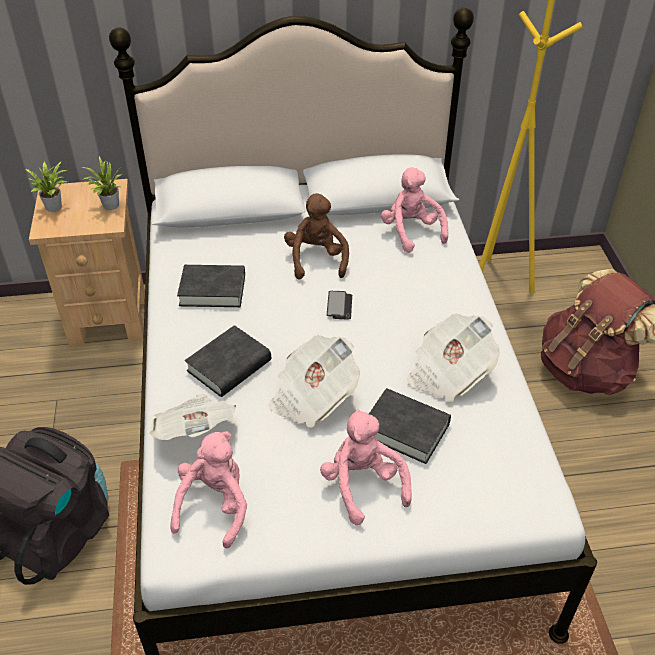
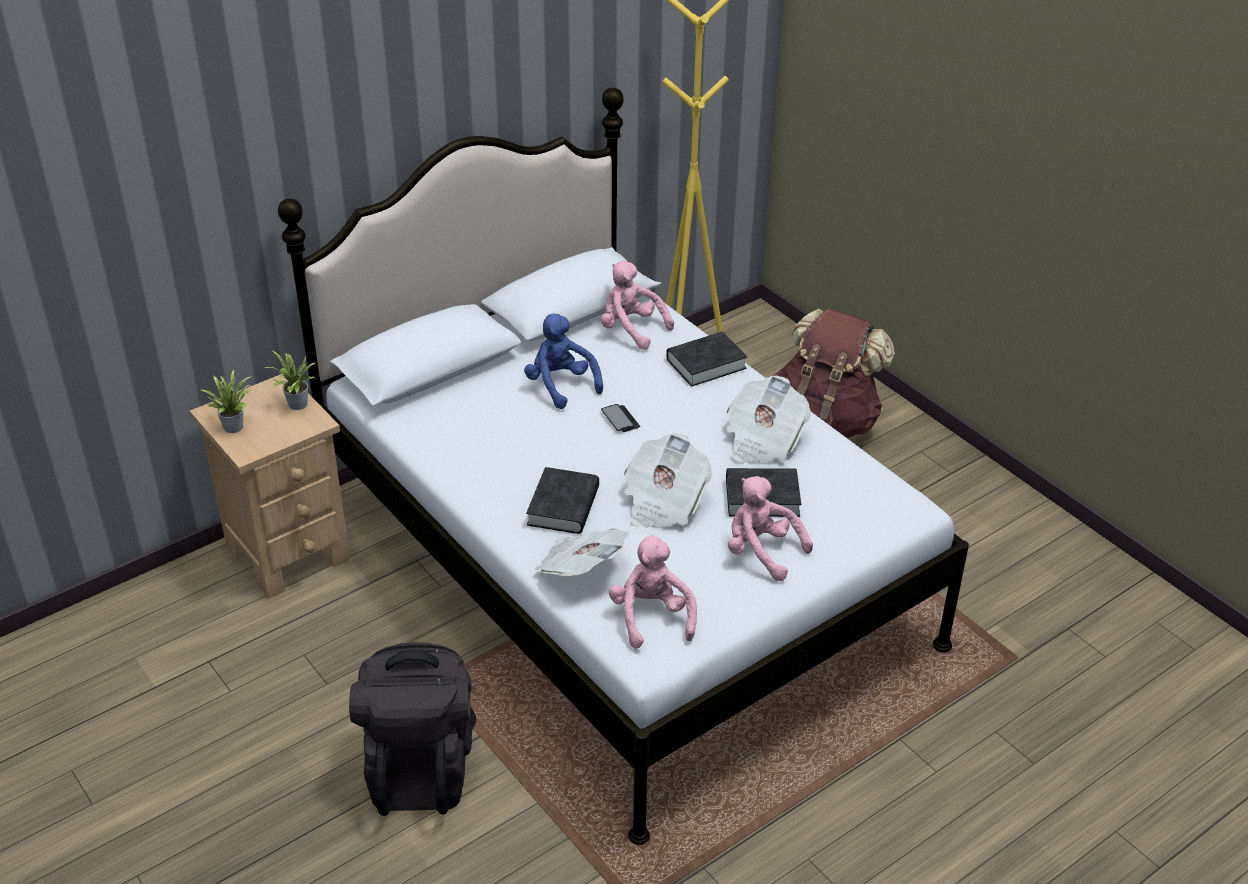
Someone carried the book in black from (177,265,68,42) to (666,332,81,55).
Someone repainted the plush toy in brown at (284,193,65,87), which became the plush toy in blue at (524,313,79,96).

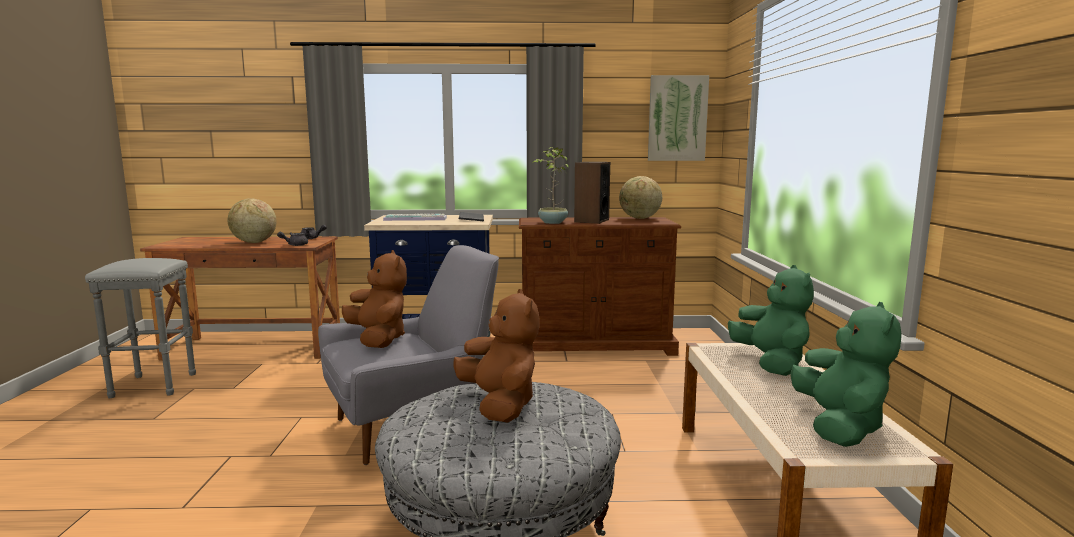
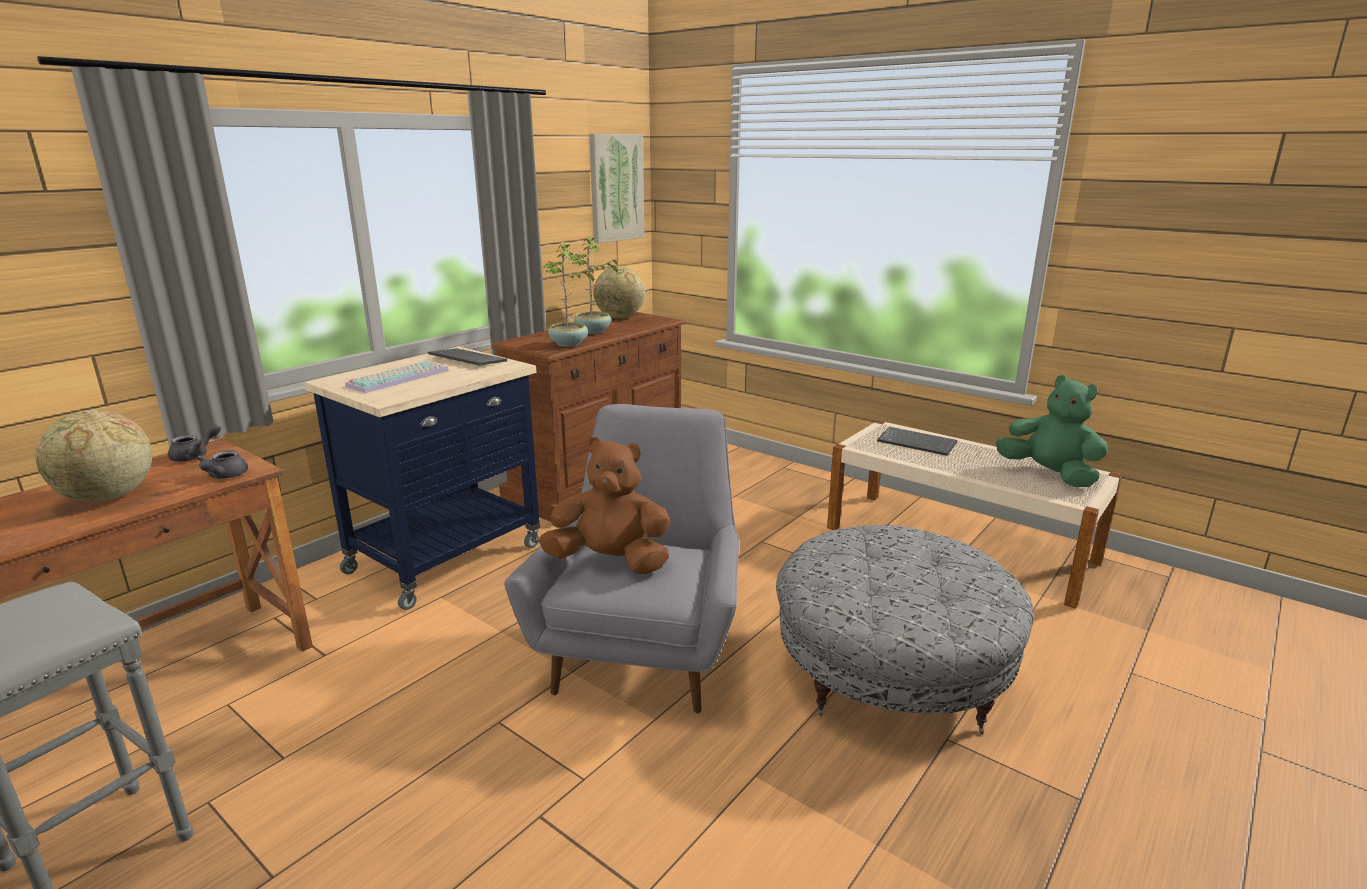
Someone took away the plush toy in brown at (454,289,85,133).
Someone swapped the speaker at (574,162,36,62) for the potted plant at (569,237,49,97).
Someone swapped the plush toy in green at (728,265,86,111) for the keyboard at (877,427,80,29).

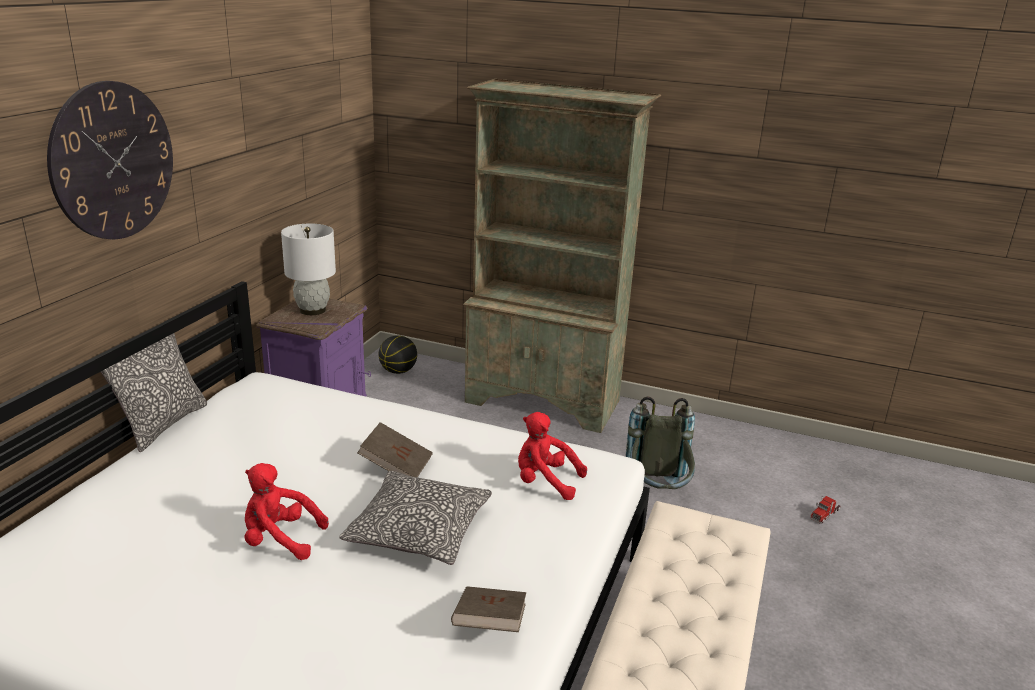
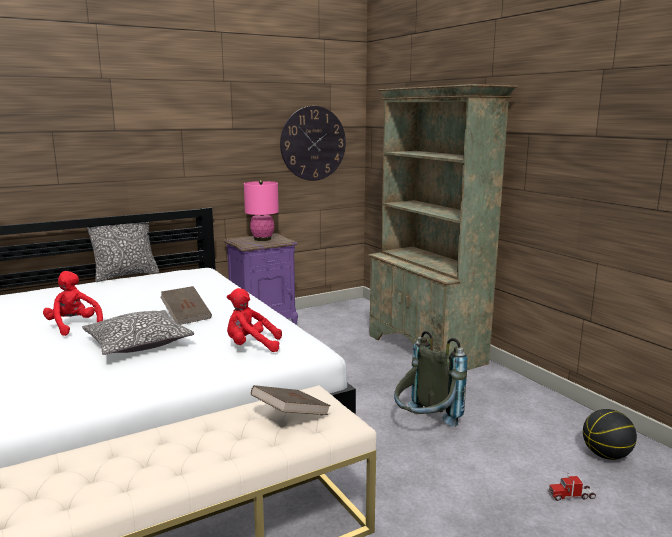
Someone carried the wall clock from (47,81,126,158) to (280,106,66,75).
Someone carried the basketball from (379,335,38,39) to (583,409,54,51).
Someone carried the book in brown from (451,586,75,46) to (251,385,80,30).
Someone repainted the table lamp in white at (281,224,55,91), which became the table lamp in pink at (244,180,35,61).
Someone rotated the plush toy in red at (518,412,69,88) by 60 degrees counterclockwise.

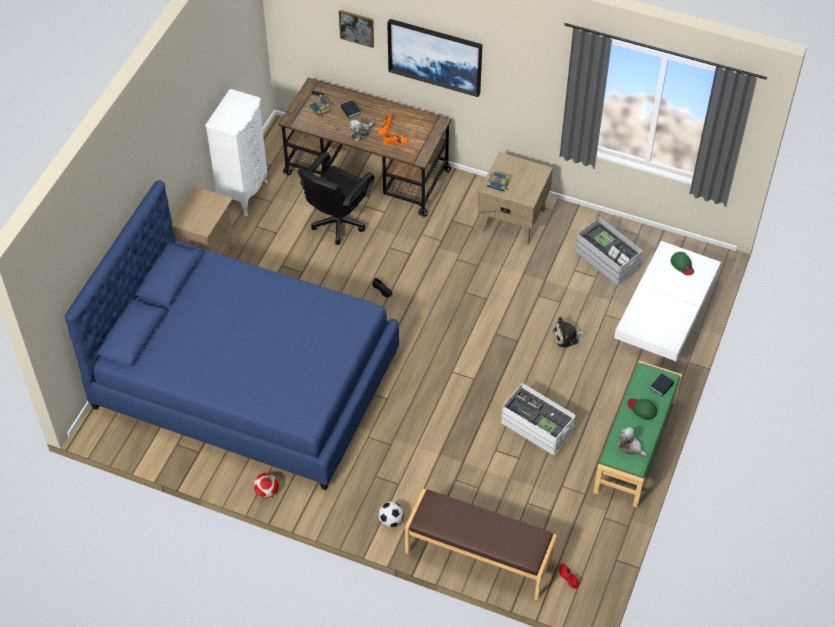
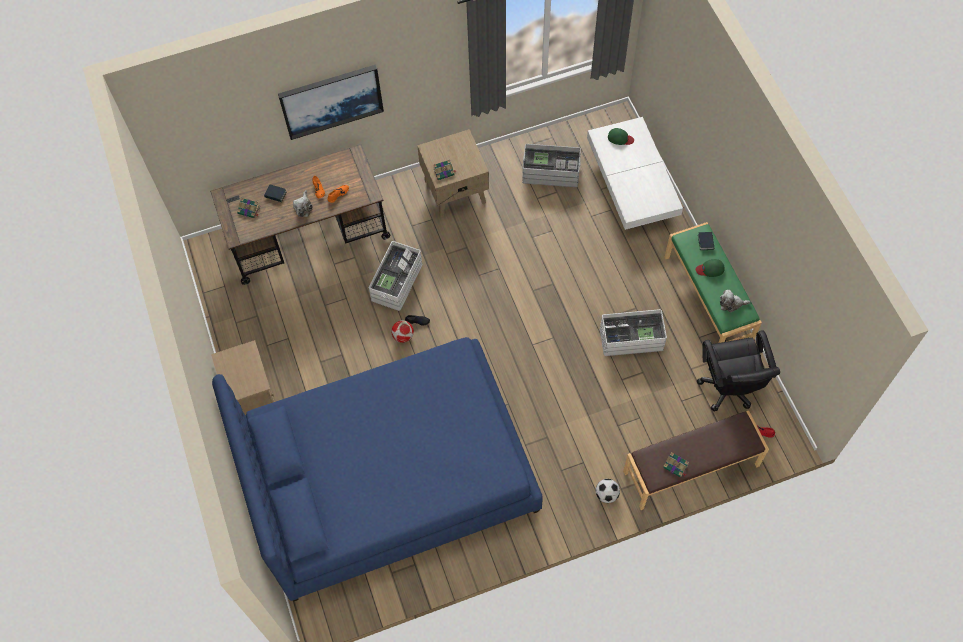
Someone took away the dresser in white at (205,89,63,127).
Someone took away the picture at (339,10,35,38).
Someone took away the plush toy at (553,317,32,31).
Someone put down the storage box in white at (369,241,54,70).
Someone put down the book at (663,452,26,25).
Someone carried the football from (253,473,26,25) to (391,320,23,23).
Someone carried the office chair in black from (298,152,76,93) to (697,330,83,81).

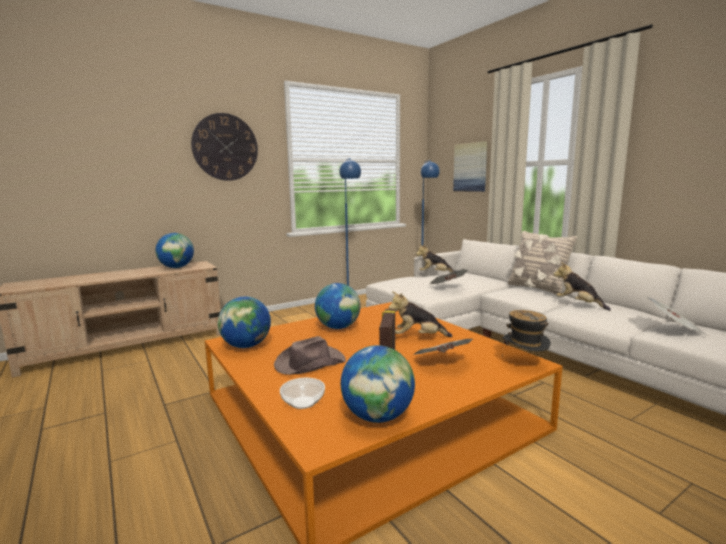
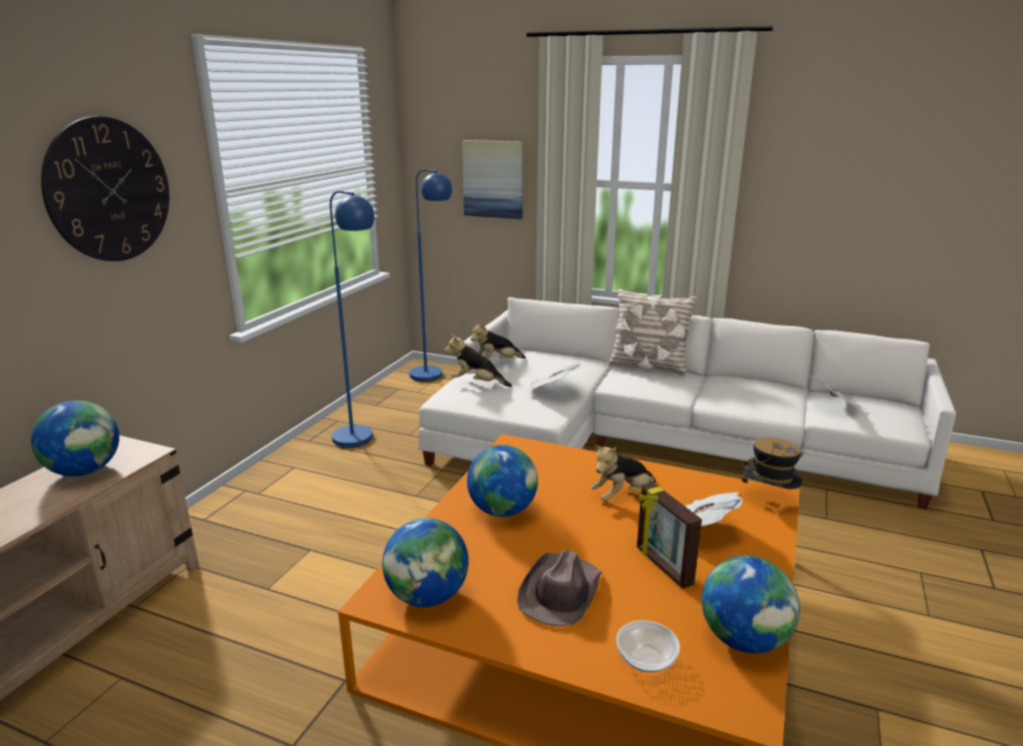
Someone carried the plush toy from (554,262,57,49) to (444,334,68,53).

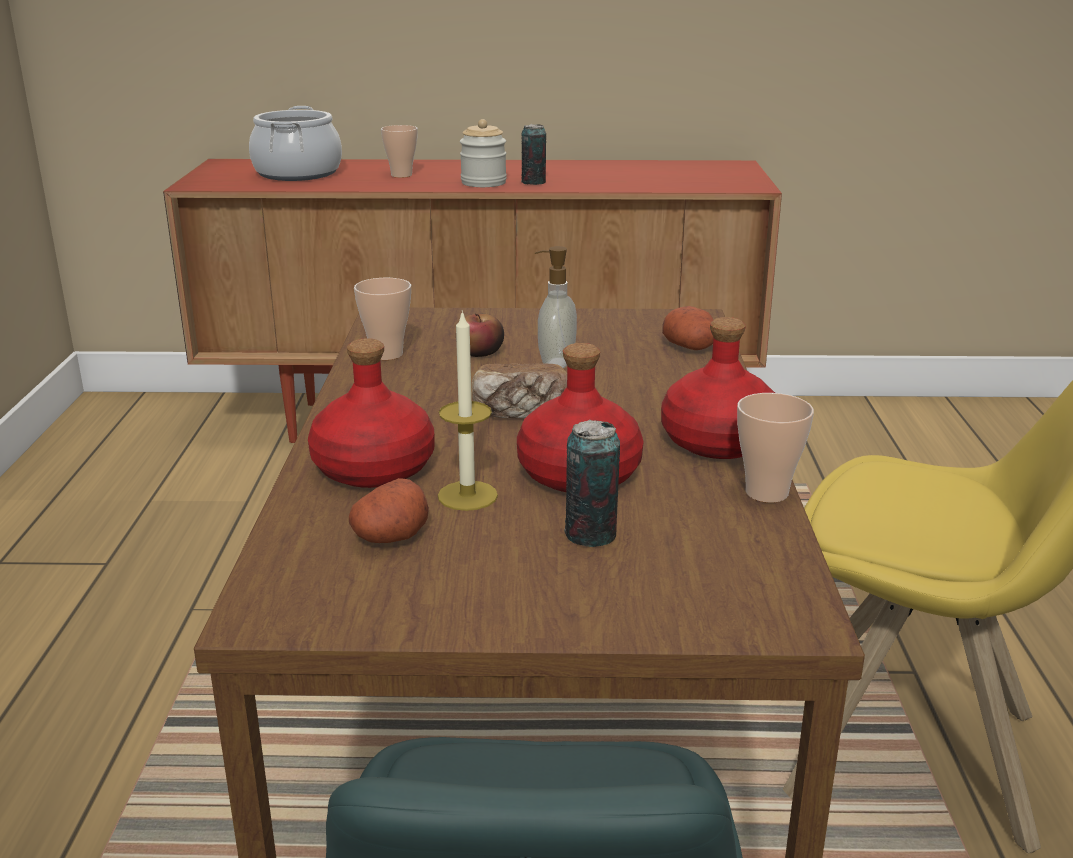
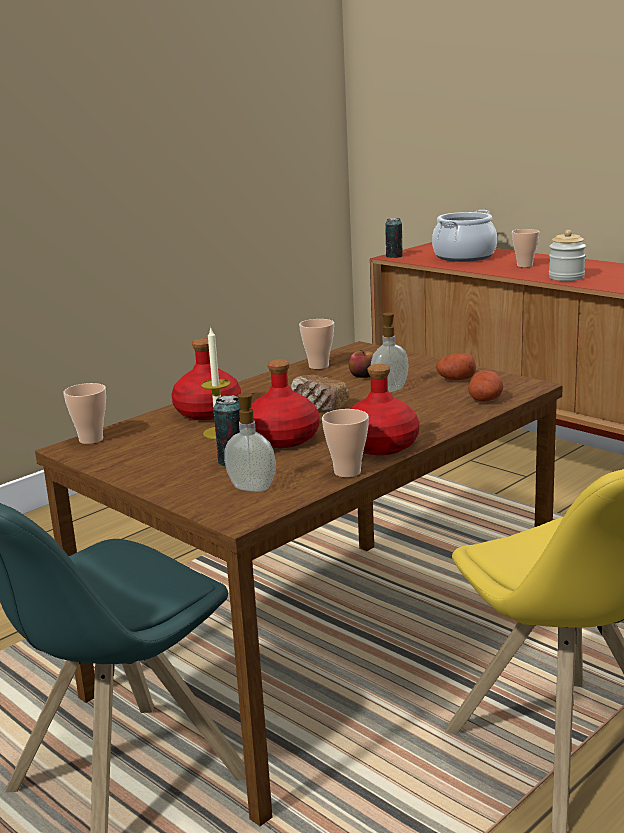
Someone put down the cup at (63,383,43,61).
Someone put down the soap dispenser at (224,393,52,99).
Someone carried the potato from (349,478,80,65) to (436,353,40,27).
Someone carried the can from (521,124,25,61) to (385,218,18,40).

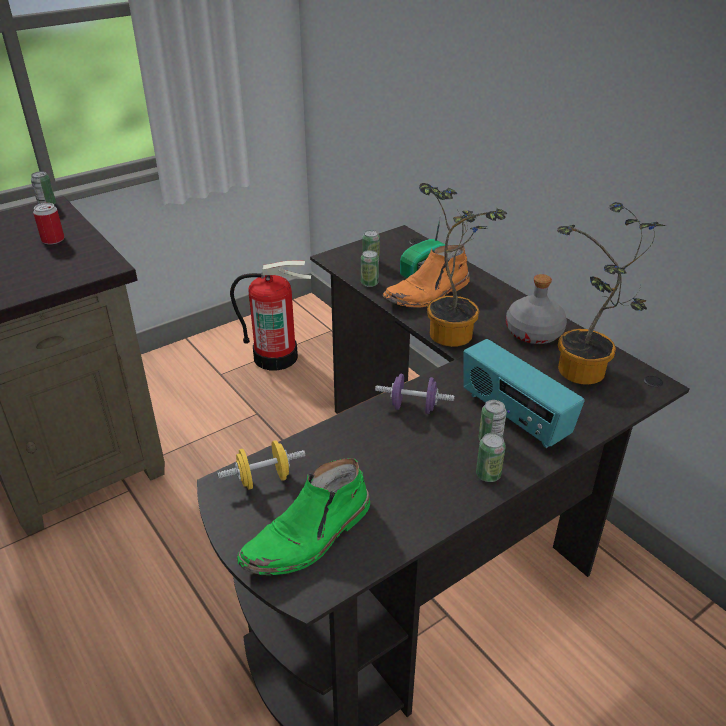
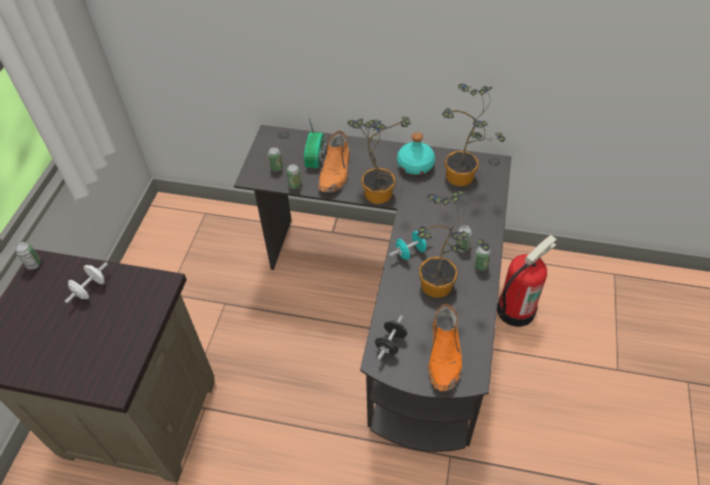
Someone took away the radio at (463,339,122,109).
Someone put down the potted plant at (417,191,72,107).
Someone carried the fire extinguisher from (230,260,81,110) to (497,235,60,92).
Someone swapped the can at (33,203,32,41) for the dumbbell in white at (65,262,43,41).
Someone repainted the dumbbell in yellow at (217,440,89,50), which became the dumbbell in black at (375,315,32,45).
Someone repainted the boot in green at (237,458,133,117), which became the boot in orange at (428,304,34,88).
Someone repainted the dumbbell in purple at (375,374,80,40), which became the dumbbell in turquoise at (389,231,43,29).
Someone repainted the bottle in grey at (506,274,61,70), which became the bottle in turquoise at (397,132,38,43).

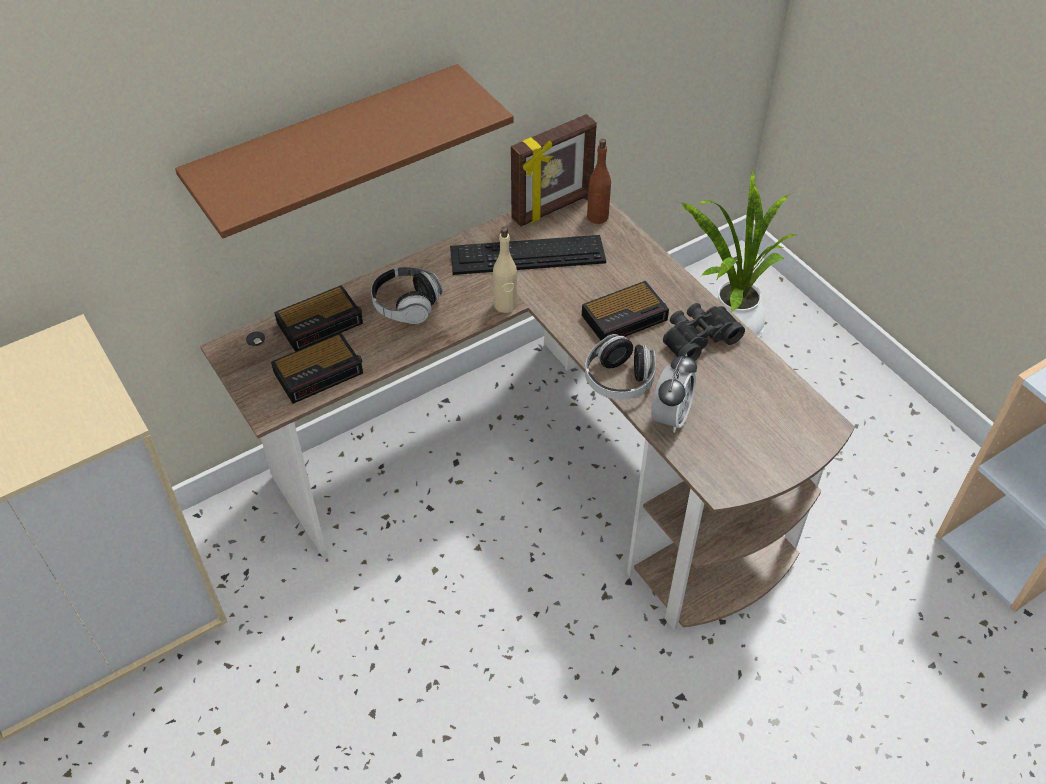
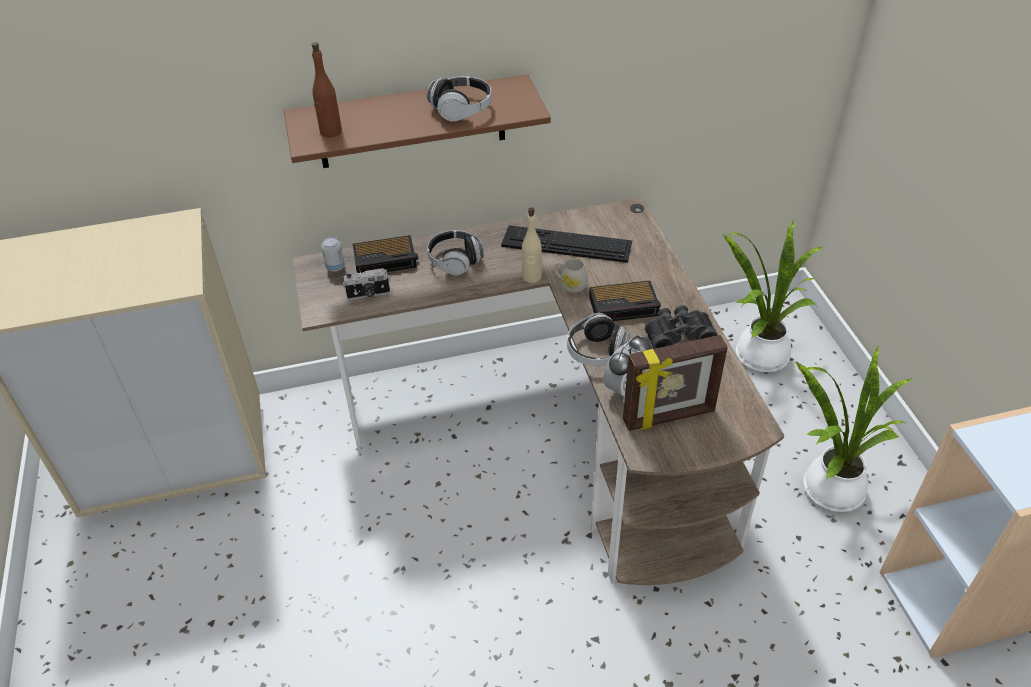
Someone put down the can at (321,236,24,36).
Someone put down the headphones at (427,77,65,45).
Someone put down the mug in white at (555,259,33,34).
Someone put down the potted plant at (794,345,120,167).
Someone carried the picture frame from (511,114,86,113) to (623,335,105,96).
Someone carried the bottle in brown from (587,139,24,85) to (312,42,30,95).
Someone swapped the alarm clock at (271,333,92,71) for the photo camera at (343,268,47,32).

